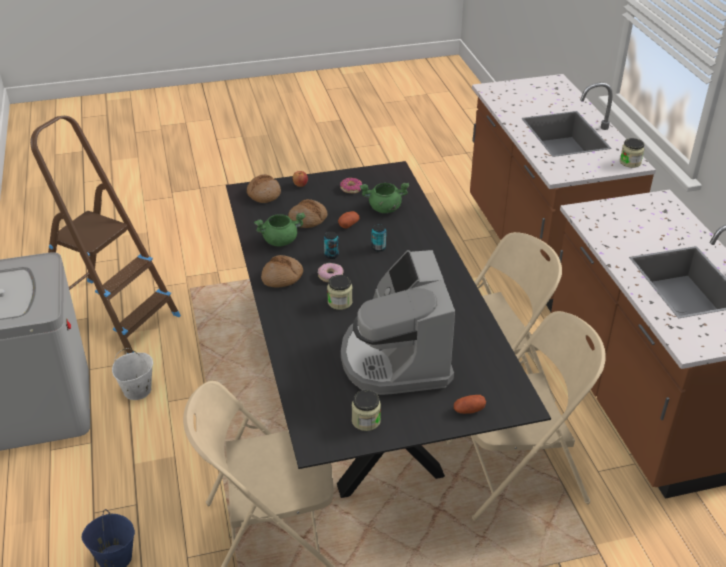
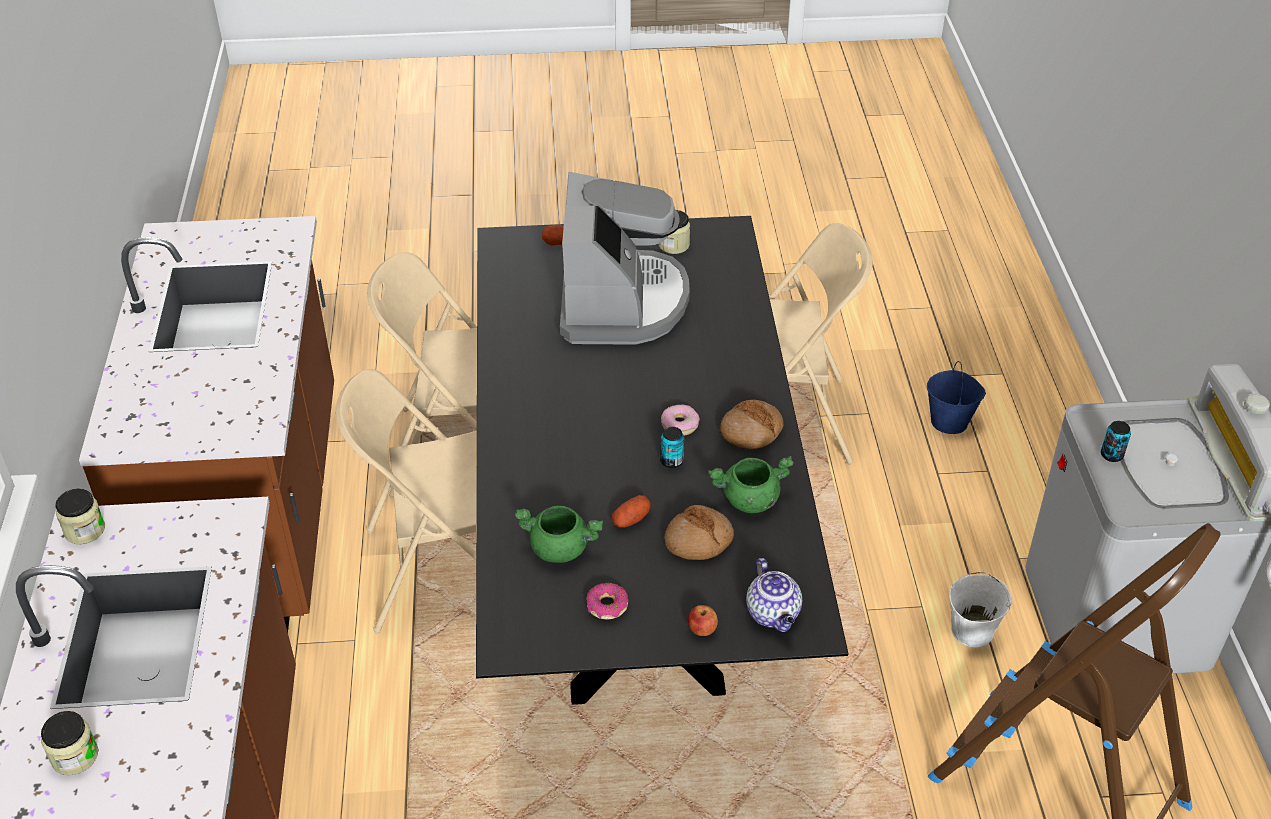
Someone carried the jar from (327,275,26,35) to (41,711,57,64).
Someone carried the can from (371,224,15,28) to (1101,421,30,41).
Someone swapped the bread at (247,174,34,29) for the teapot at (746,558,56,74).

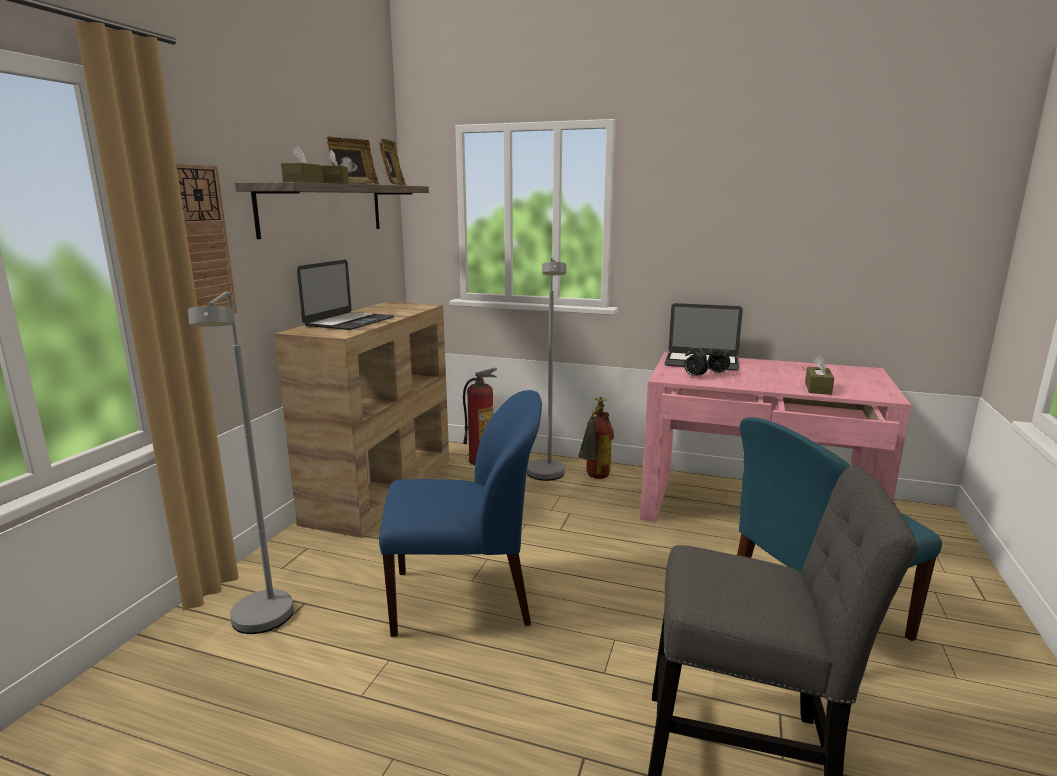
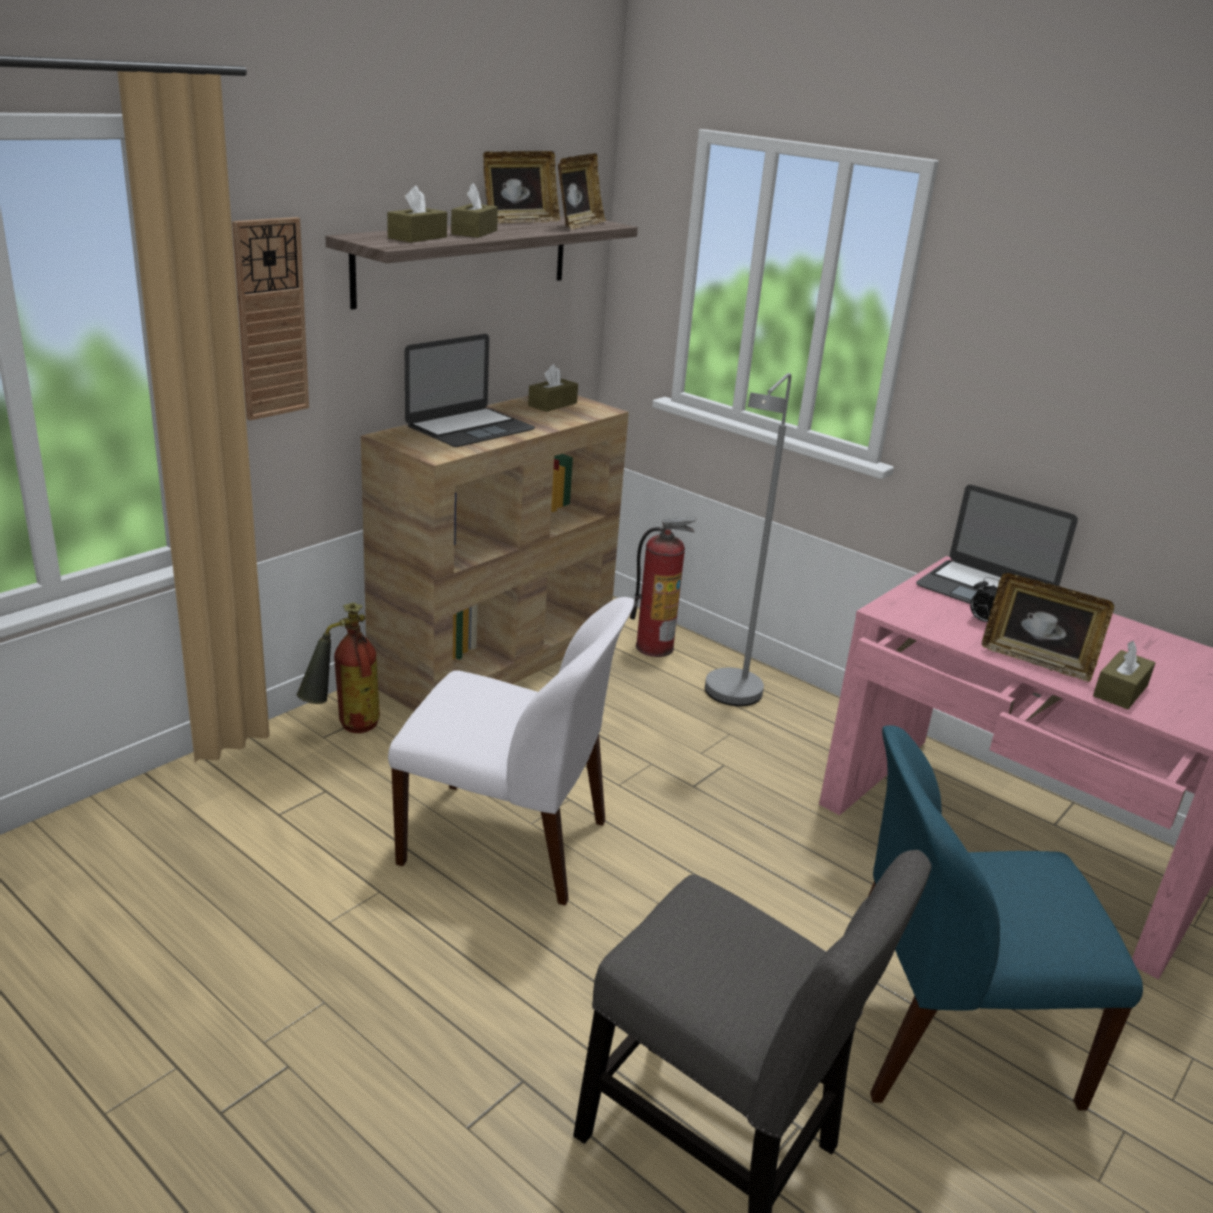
Someone took away the floor lamp in grey at (188,292,106,342).
Someone took away the alarm clock at (684,347,24,31).
Someone put down the tissue box in brown at (528,364,50,48).
Someone put down the picture frame at (982,573,132,109).
Someone carried the fire extinguisher from (578,397,36,82) to (297,602,83,131).
Someone repainted the chair in blue at (379,390,163,247), which became the chair in white at (388,597,246,309).

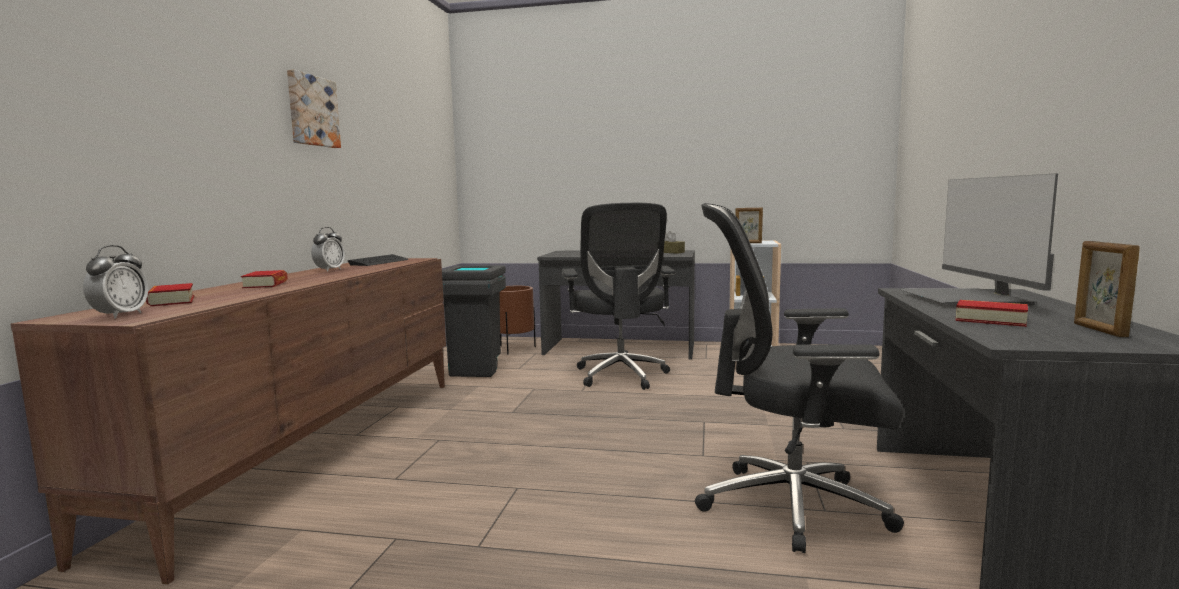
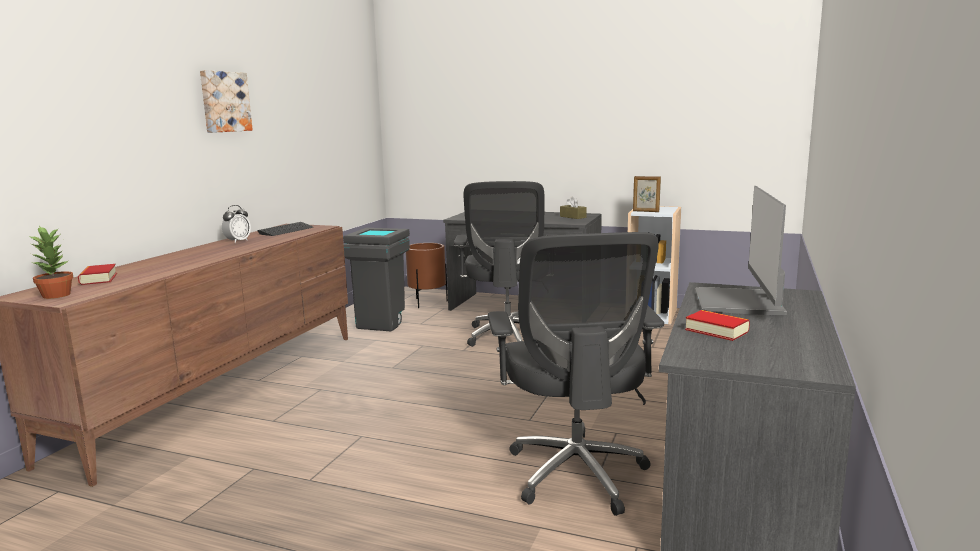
Someone took away the book at (241,270,47,18).
Someone took away the picture frame at (1074,241,66,96).
Someone swapped the alarm clock at (83,245,65,74) for the potted plant at (29,226,44,73).
Someone rotated the office chair at (695,203,209,350) by 120 degrees counterclockwise.

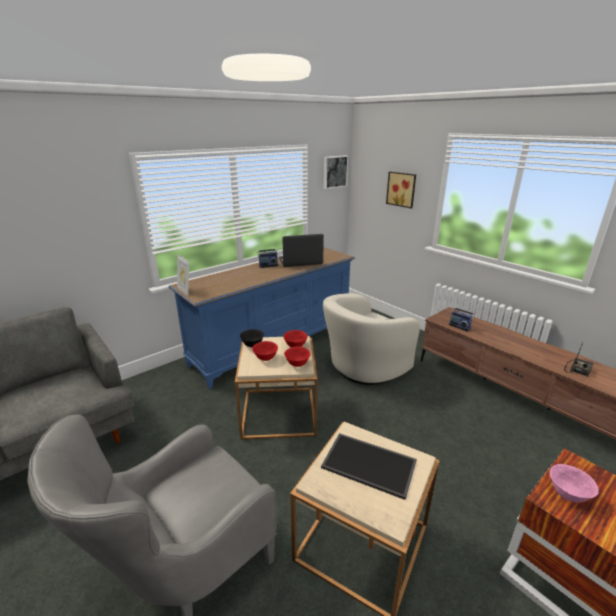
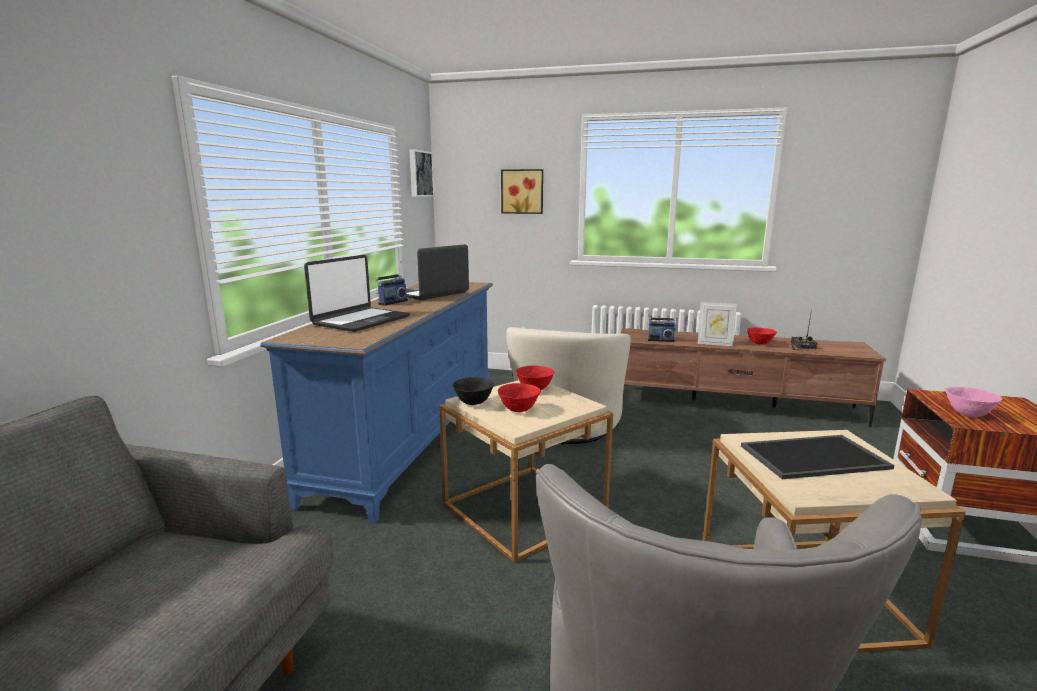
Someone put down the laptop at (304,255,106,77).
Someone carried the picture frame from (177,255,12,41) to (698,302,39,44).
Someone carried the bowl in red from (284,346,27,21) to (747,327,30,18).

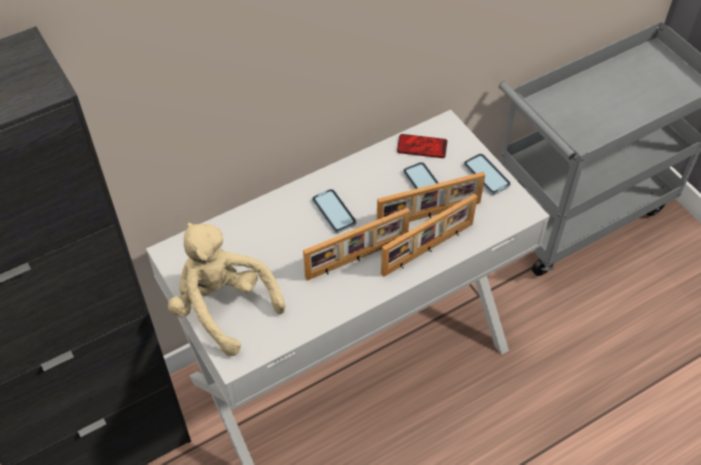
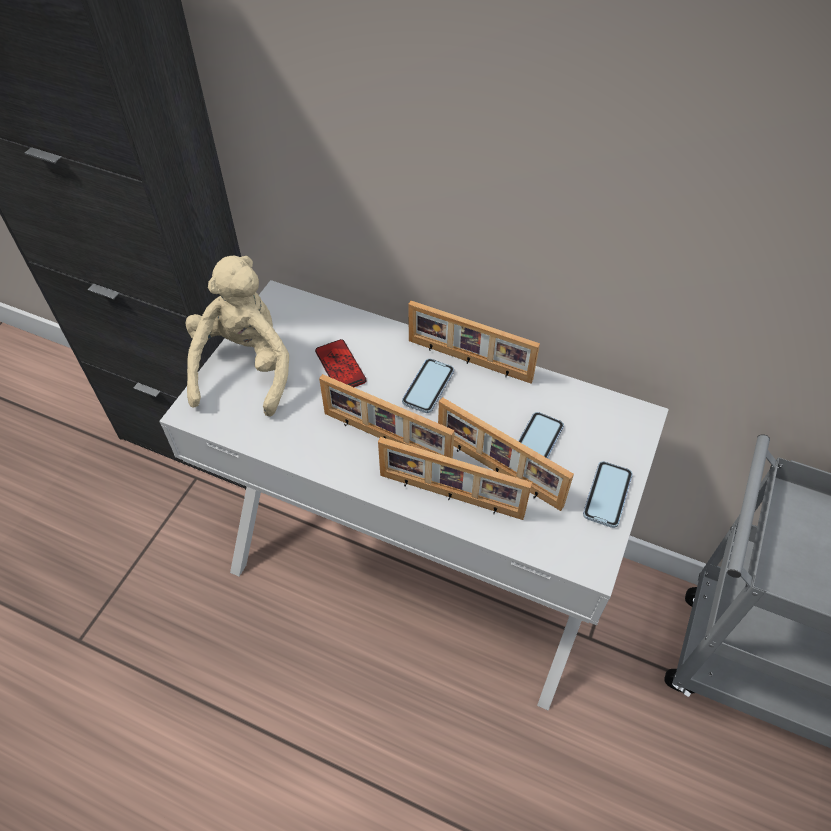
Someone put down the picture frame at (408,301,132,83).
Someone carried the phone from (397,134,50,24) to (315,339,51,48).

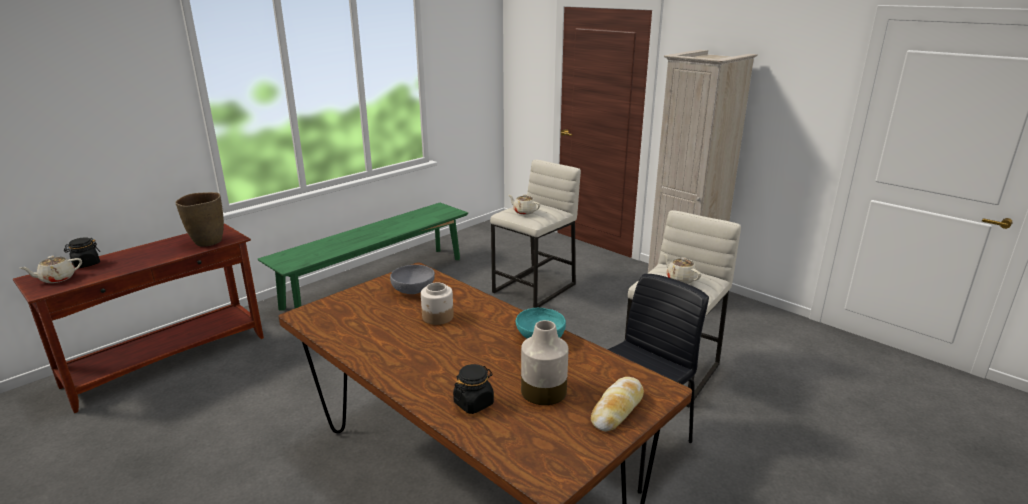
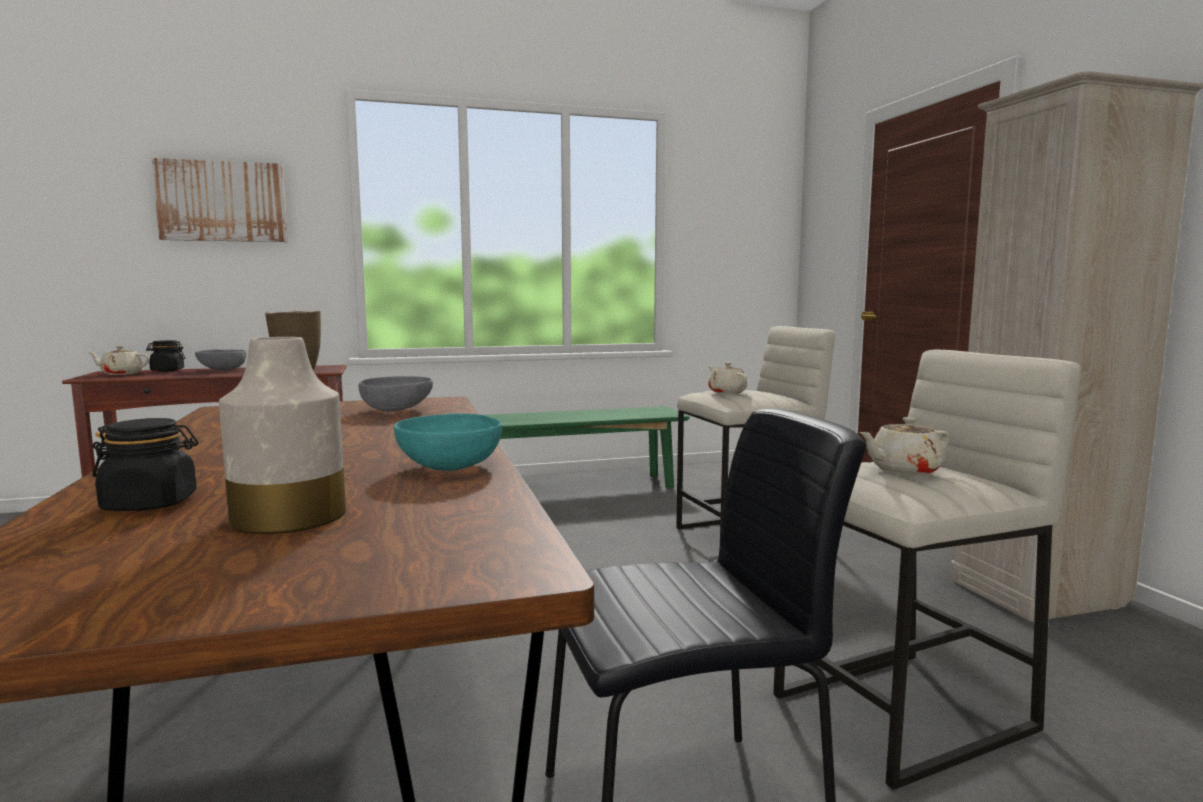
Someone took away the jar at (421,282,33,43).
Someone took away the bread at (591,377,53,55).
Someone put up the picture at (152,158,136,84).
Someone put down the bowl in grey at (195,349,52,21).
Someone rotated the teapot in beige at (664,254,37,30) by 105 degrees counterclockwise.

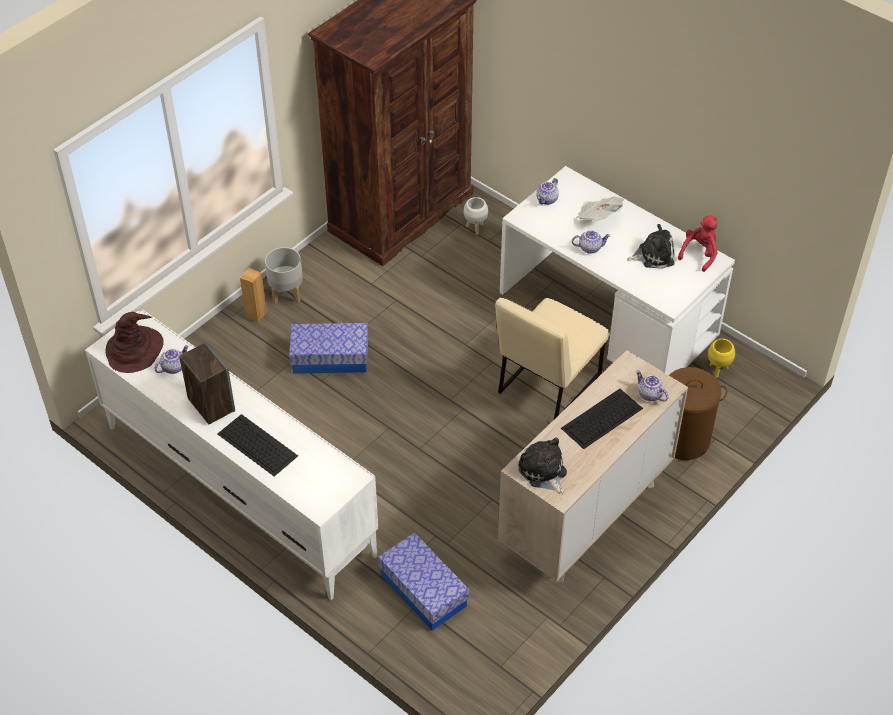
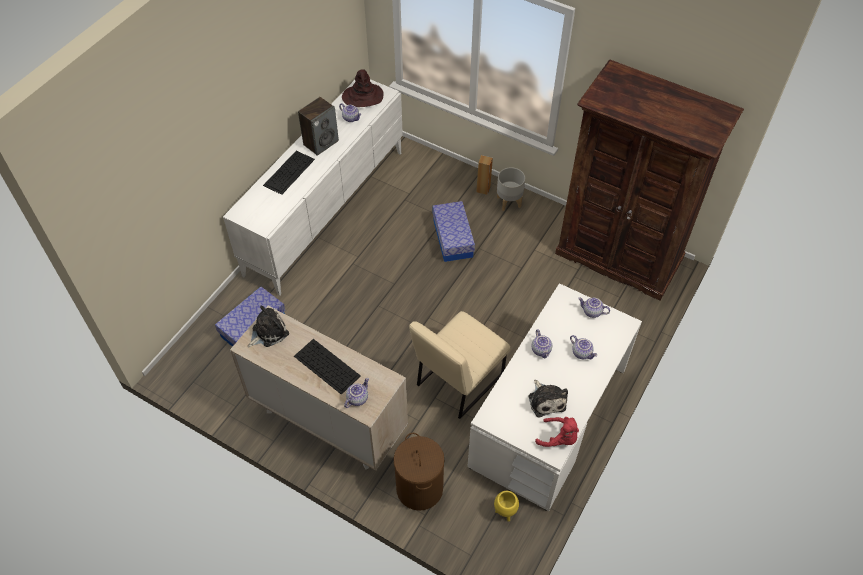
Someone took away the planter in white at (464,197,24,38).
Someone swapped the newspaper at (576,197,48,24) for the teapot at (570,335,27,24).
Someone rotated the chair in beige at (495,298,115,121) by 75 degrees counterclockwise.

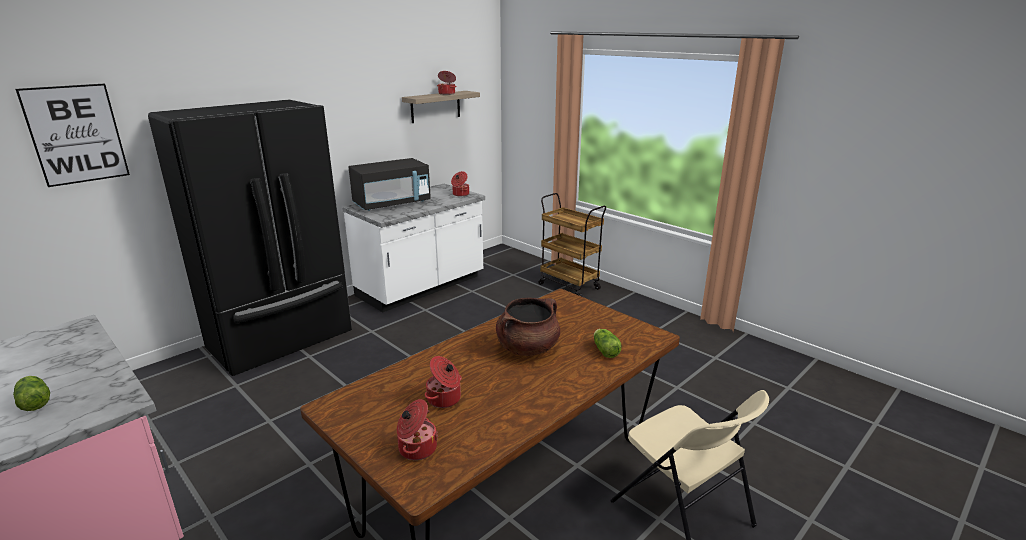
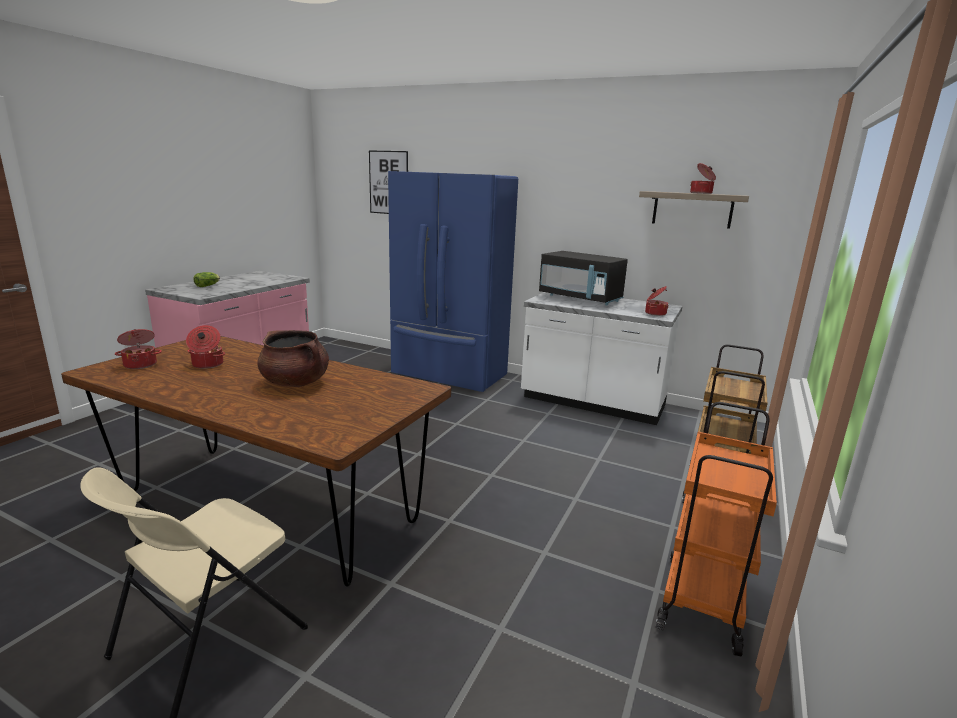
Someone took away the lettuce at (594,329,28,29).
Someone put down the cart in orange at (656,402,121,254).
Someone repainted the fridge in black at (148,100,204,276), which became the fridge in blue at (388,171,130,221).

